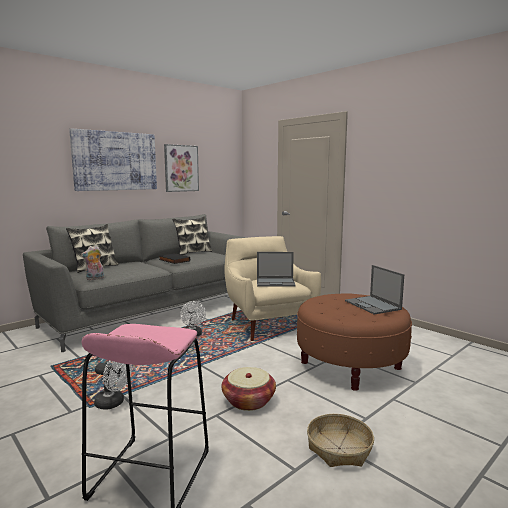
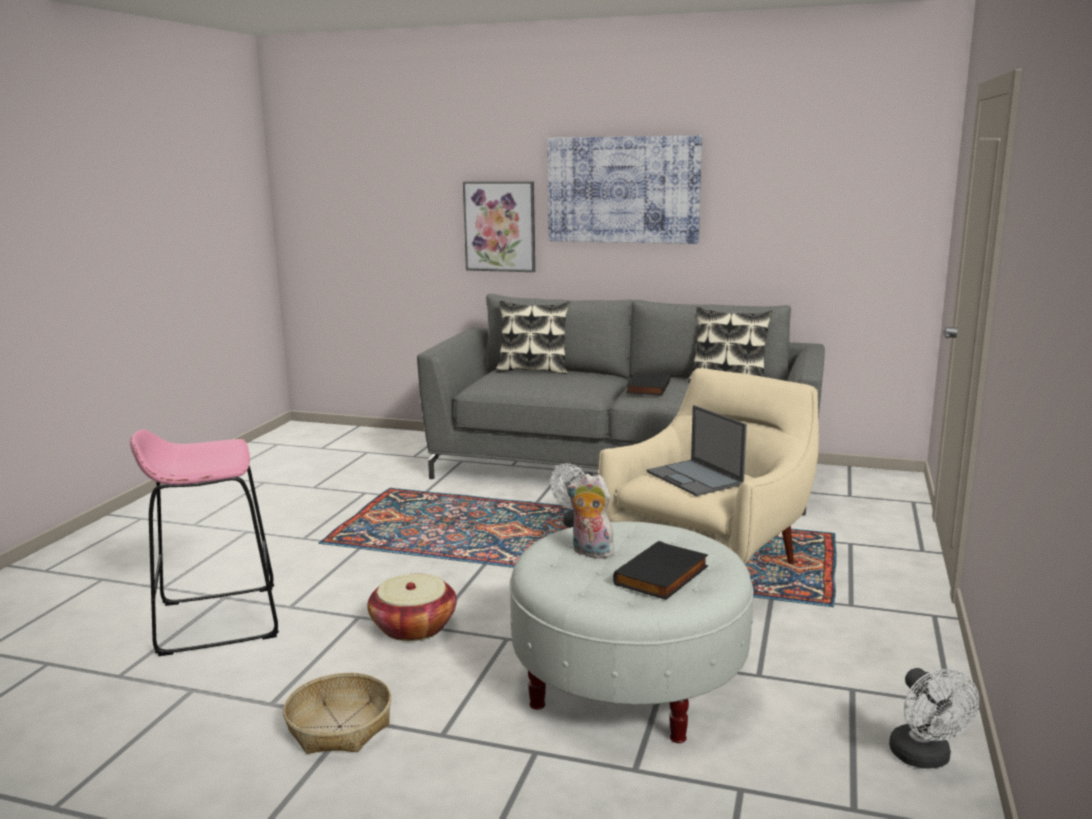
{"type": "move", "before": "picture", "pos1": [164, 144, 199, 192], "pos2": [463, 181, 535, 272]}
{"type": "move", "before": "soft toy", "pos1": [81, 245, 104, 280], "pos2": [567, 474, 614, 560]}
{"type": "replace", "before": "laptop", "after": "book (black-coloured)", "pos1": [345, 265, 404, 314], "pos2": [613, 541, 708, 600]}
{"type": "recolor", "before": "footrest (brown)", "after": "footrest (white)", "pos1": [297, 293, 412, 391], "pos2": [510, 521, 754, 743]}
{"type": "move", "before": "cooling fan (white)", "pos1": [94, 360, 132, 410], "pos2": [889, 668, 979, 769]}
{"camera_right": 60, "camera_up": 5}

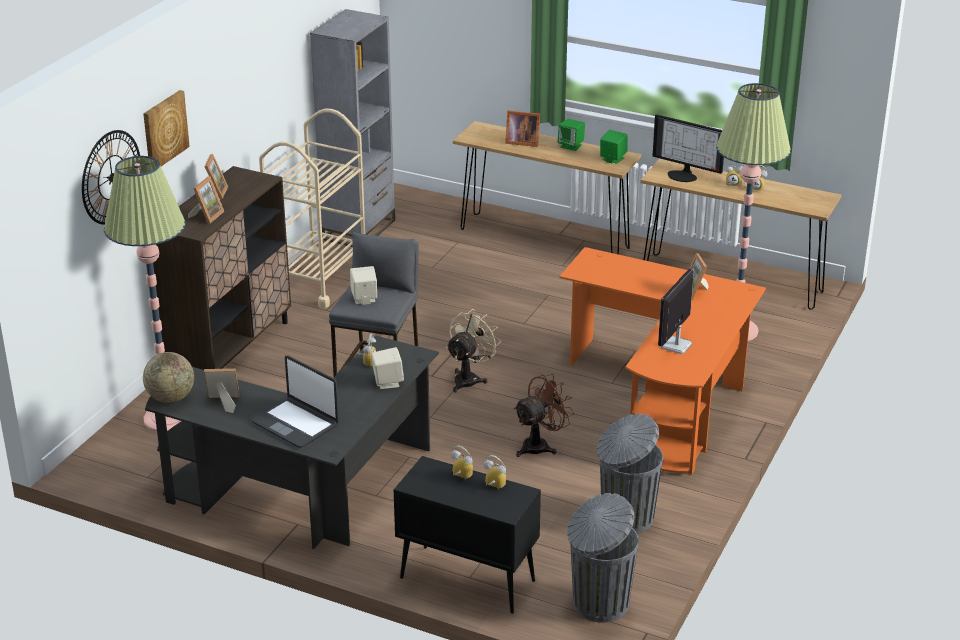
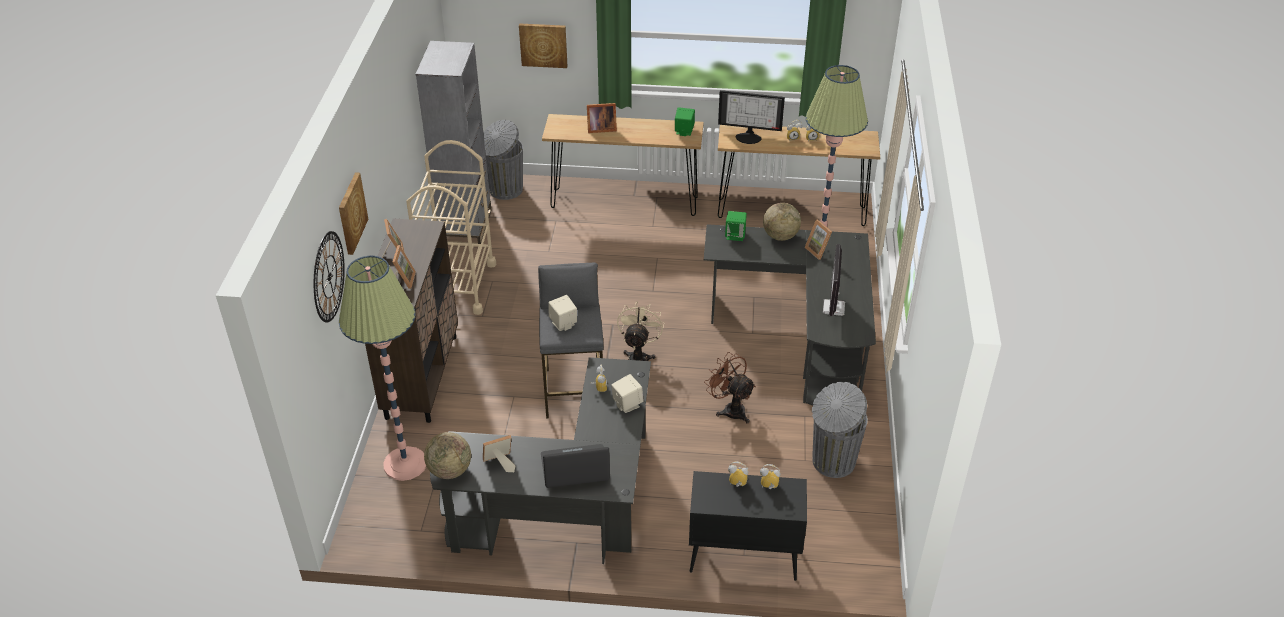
{"type": "move", "before": "audio speaker (greenish)", "pos1": [558, 119, 585, 151], "pos2": [725, 211, 747, 241]}
{"type": "recolor", "before": "desk unit (orangey)", "after": "desk unit (black-coloured)", "pos1": [559, 247, 766, 475], "pos2": [704, 224, 876, 406]}
{"type": "rotate", "before": "laptop", "pos1": [252, 356, 339, 448], "pos2": [541, 444, 610, 488], "turn": 150}
{"type": "rotate", "before": "cooling fan (brown)", "pos1": [514, 374, 574, 457], "pos2": [704, 352, 756, 424], "turn": -75}
{"type": "move", "before": "rubbish bin (gray)", "pos1": [567, 493, 639, 623], "pos2": [483, 120, 523, 200]}
{"type": "insert", "after": "picture", "pos2": [519, 23, 567, 68]}
{"type": "insert", "after": "globe", "pos2": [763, 203, 801, 241]}
{"camera_right": -20, "camera_up": 10}

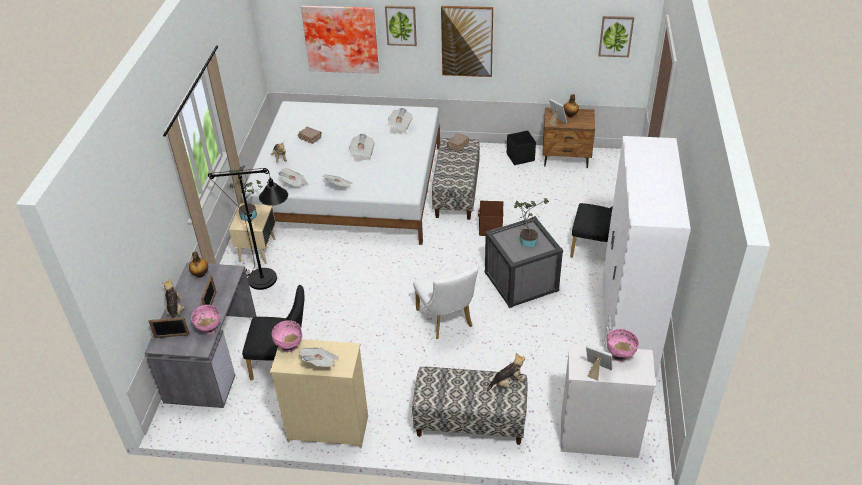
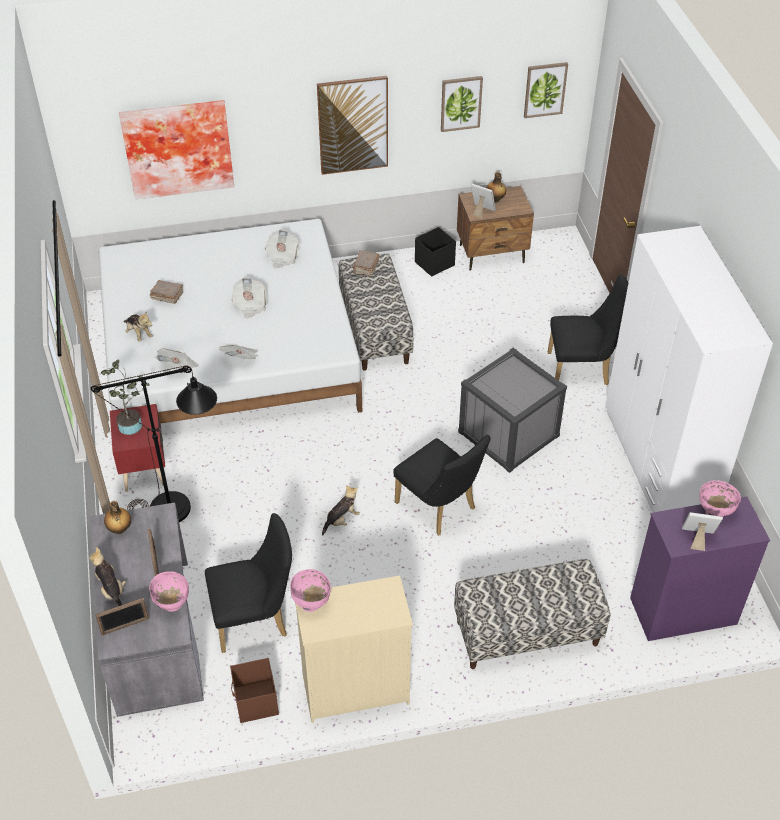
{"type": "move", "before": "picture", "pos1": [385, 5, 417, 46], "pos2": [441, 76, 483, 132]}
{"type": "delete", "before": "potted plant", "pos1": [514, 198, 549, 247]}
{"type": "move", "before": "storage box (brown)", "pos1": [478, 201, 503, 236], "pos2": [230, 658, 279, 723]}
{"type": "recolor", "before": "nightstand (beige)", "after": "nightstand (reddish)", "pos1": [229, 203, 276, 264], "pos2": [110, 404, 165, 492]}
{"type": "recolor", "before": "chair (white)", "after": "chair (black-coloured)", "pos1": [413, 266, 478, 339], "pos2": [393, 435, 491, 536]}
{"type": "recolor", "before": "dresser (white)", "after": "dresser (purplish)", "pos1": [561, 344, 656, 458], "pos2": [630, 497, 770, 641]}
{"type": "delete", "before": "daily paper", "pos1": [299, 347, 339, 367]}
{"type": "move", "before": "soft toy", "pos1": [487, 353, 525, 391], "pos2": [322, 485, 360, 535]}
{"camera_right": -20, "camera_up": 5}

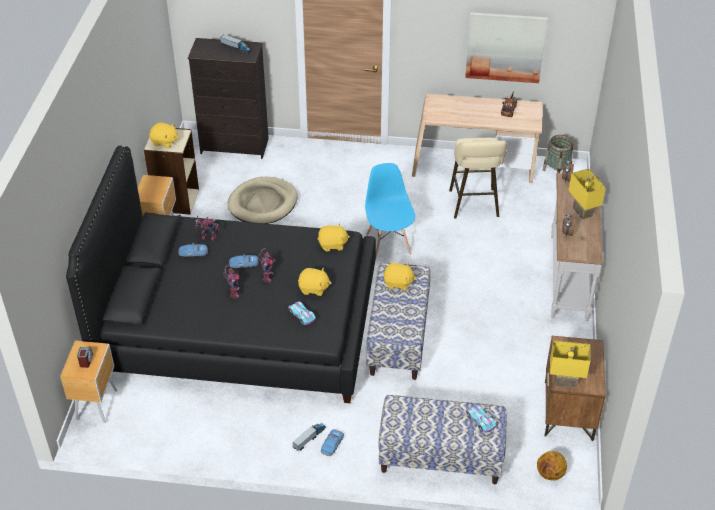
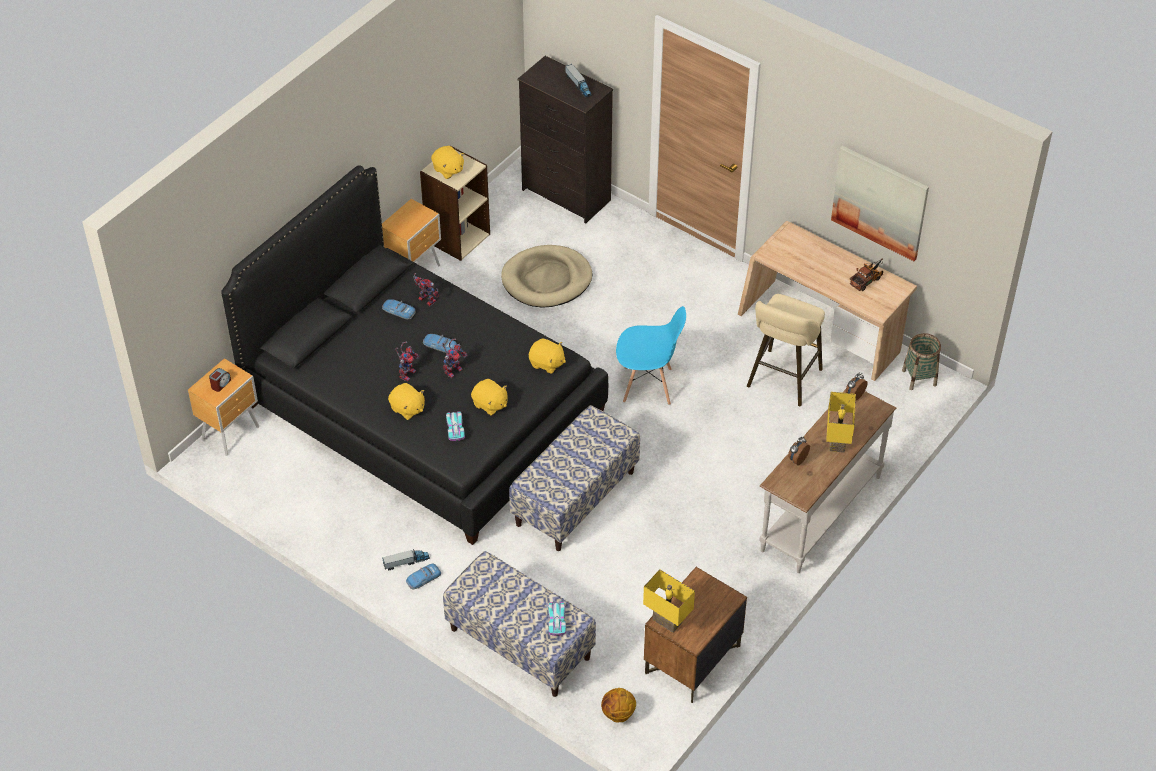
{"type": "rotate", "before": "chair (blue)", "pos1": [365, 163, 415, 257], "pos2": [616, 306, 686, 405], "turn": 75}
{"type": "move", "before": "soft toy (yellow)", "pos1": [383, 263, 416, 290], "pos2": [388, 383, 425, 420]}
{"camera_right": 30, "camera_up": 5}

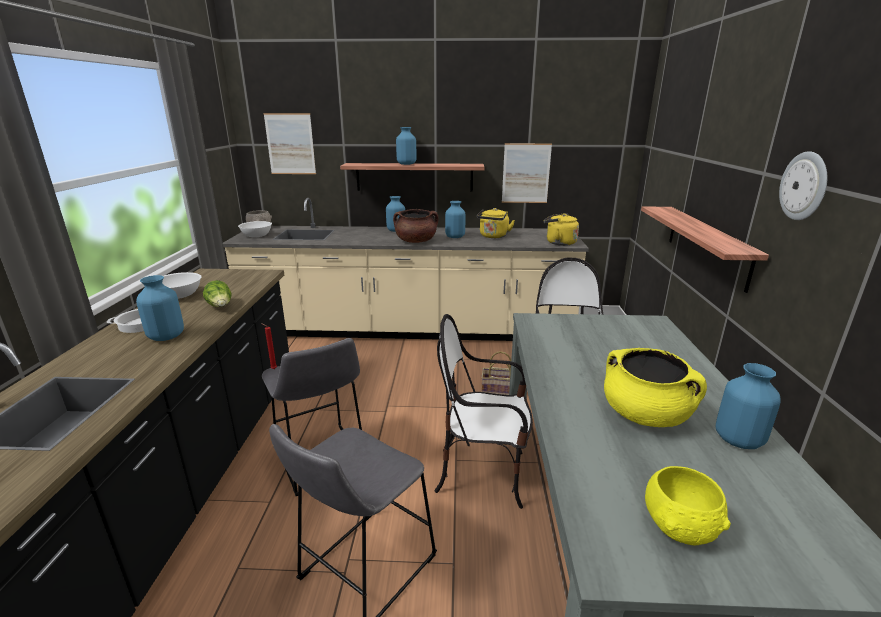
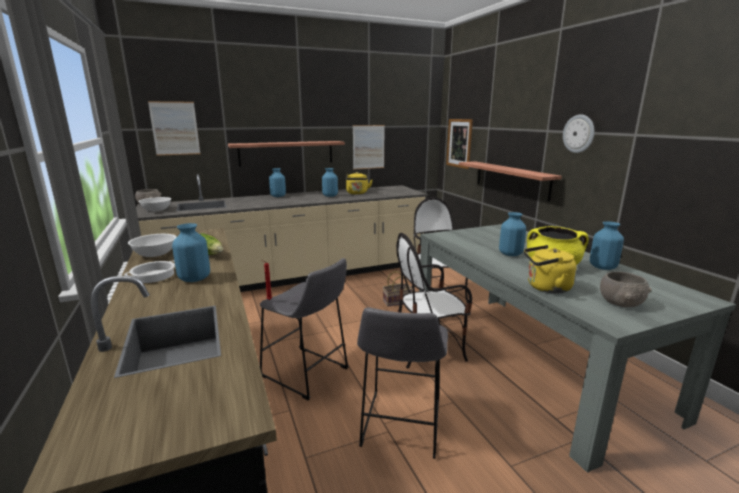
{"type": "move", "before": "decorative vase (blue)", "pos1": [396, 127, 416, 165], "pos2": [499, 212, 526, 256]}
{"type": "delete", "before": "saucepot (brown)", "pos1": [393, 209, 439, 243]}
{"type": "move", "before": "tea kettle (yellow)", "pos1": [543, 213, 579, 246], "pos2": [524, 245, 577, 294]}
{"type": "recolor", "before": "serving bowl (yellow)", "after": "serving bowl (gray)", "pos1": [645, 466, 731, 545], "pos2": [600, 271, 652, 307]}
{"type": "insert", "after": "picture", "pos2": [446, 119, 473, 169]}
{"camera_right": -25, "camera_up": -5}

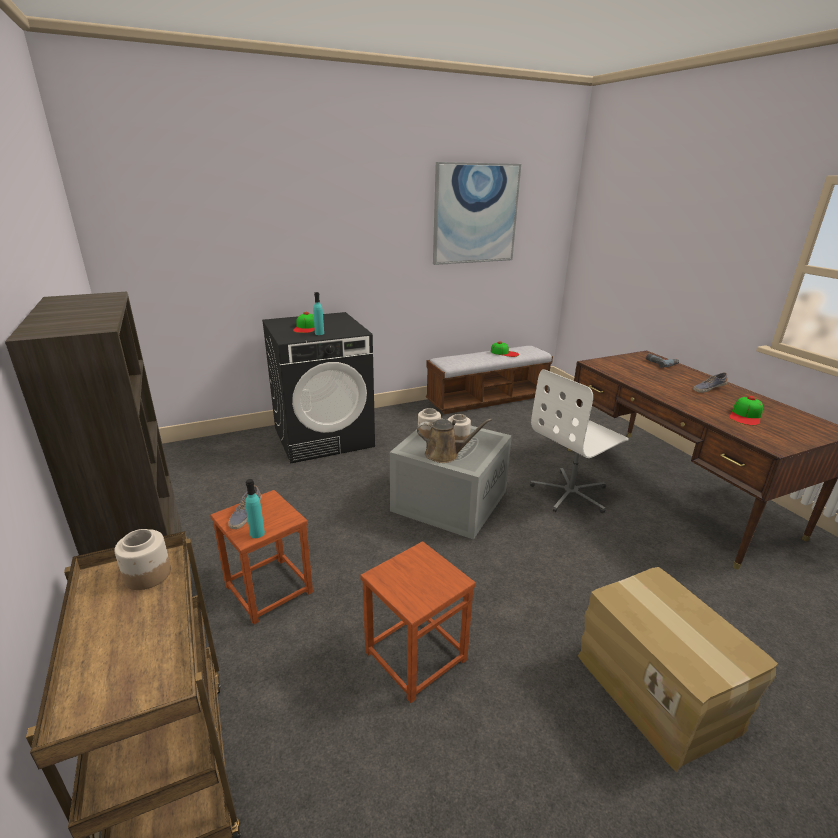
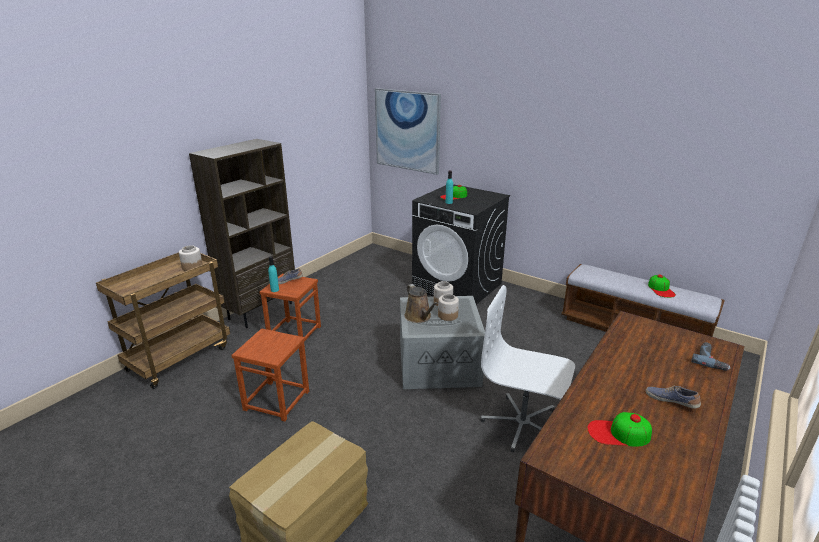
{"type": "move", "before": "picture", "pos1": [433, 162, 521, 265], "pos2": [375, 88, 441, 175]}
{"camera_right": 60, "camera_up": 0}

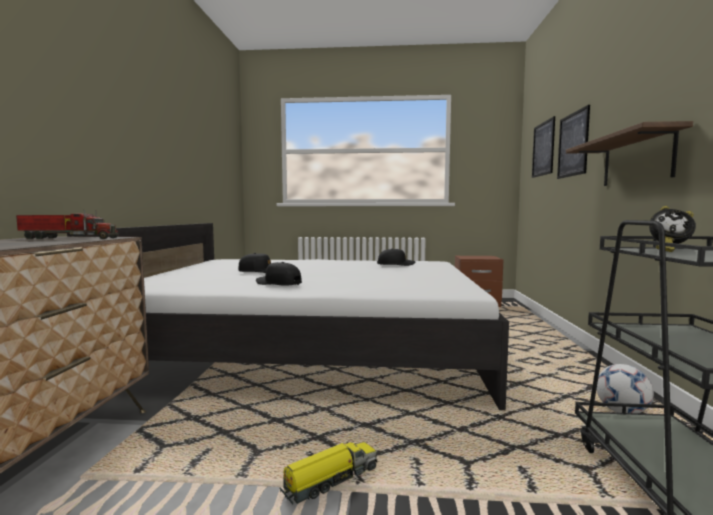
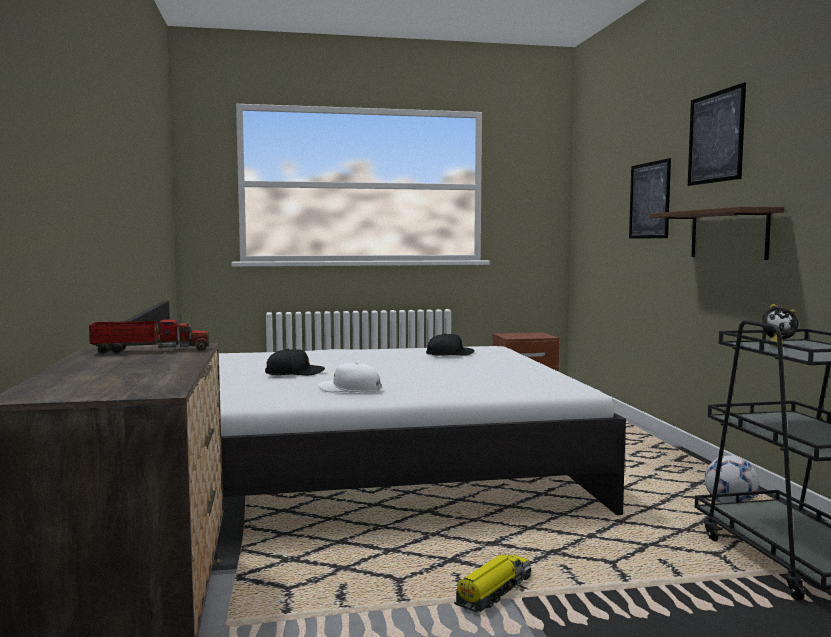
{"type": "move", "before": "picture", "pos1": [532, 116, 555, 178], "pos2": [688, 83, 746, 186]}
{"type": "recolor", "before": "baseball cap (black-coloured)", "after": "baseball cap (white)", "pos1": [256, 262, 302, 286], "pos2": [318, 362, 381, 392]}
{"camera_right": -15, "camera_up": 0}

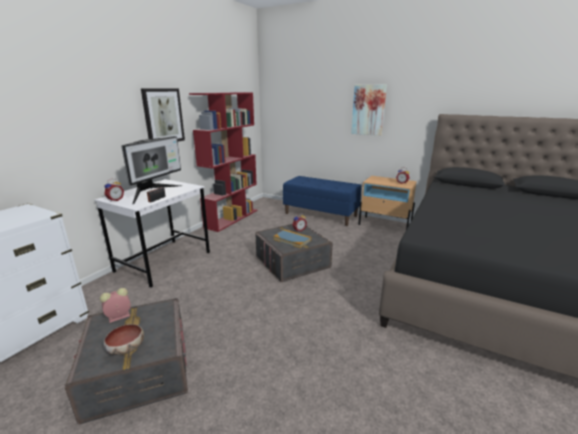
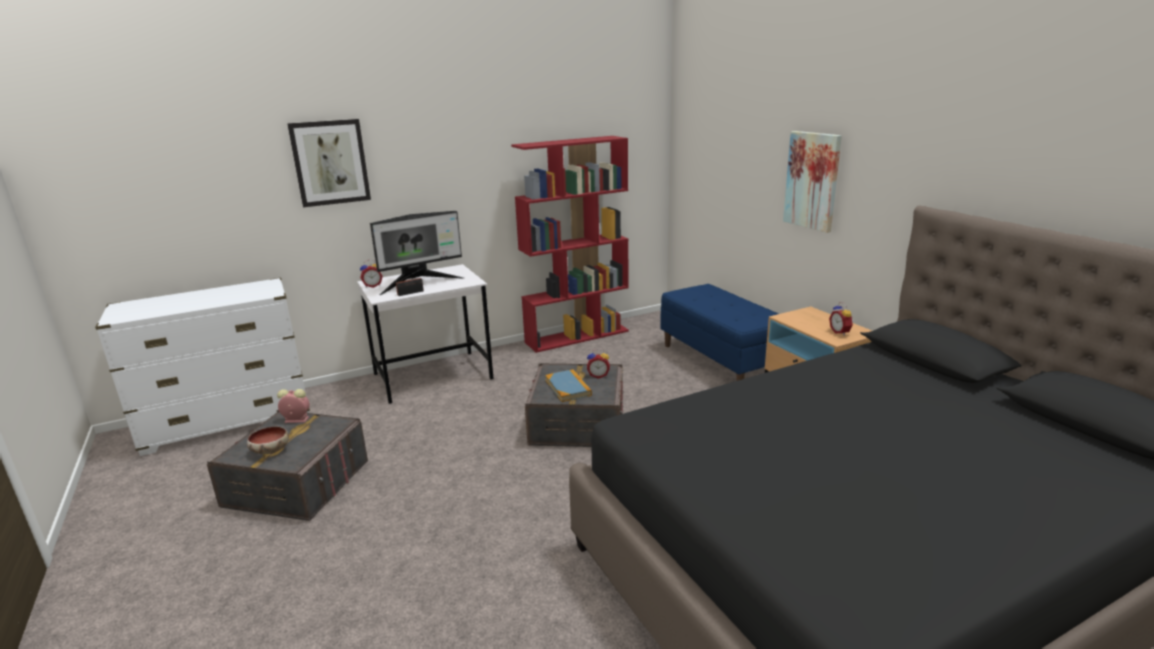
{"type": "move", "before": "picture", "pos1": [141, 88, 185, 141], "pos2": [287, 119, 371, 207]}
{"camera_right": 35, "camera_up": 0}

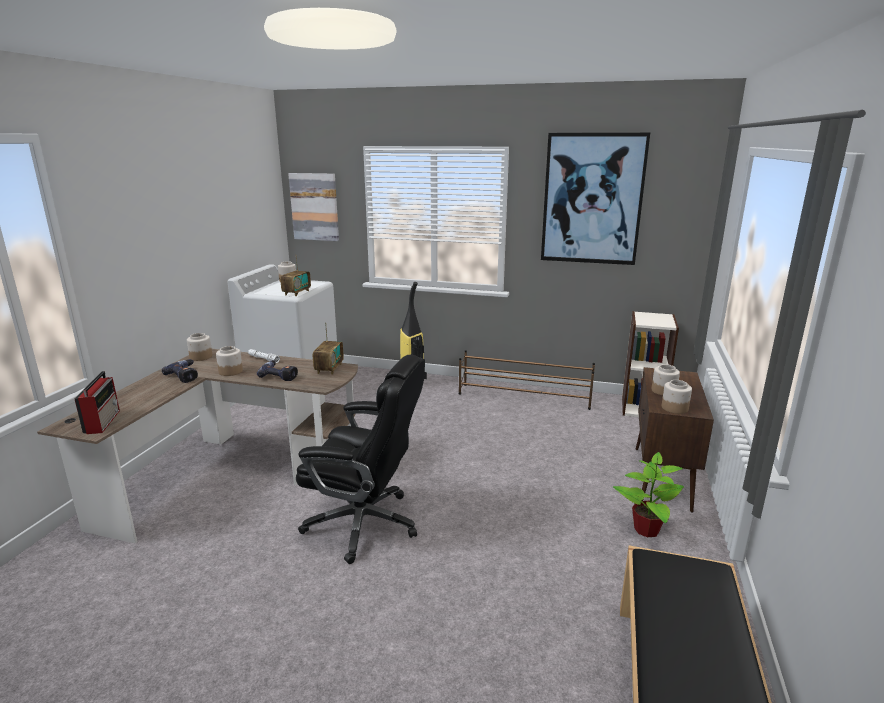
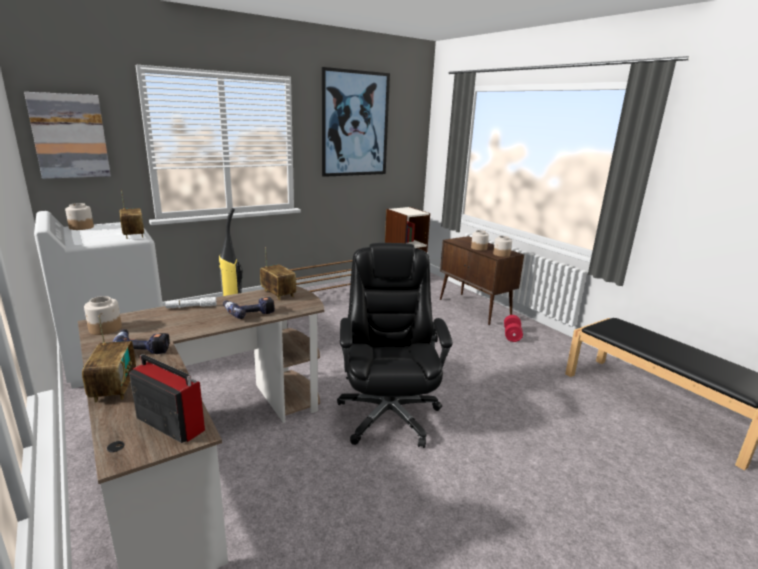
{"type": "delete", "before": "preserve jar", "pos1": [216, 346, 243, 376]}
{"type": "rotate", "before": "office chair (black-coloured)", "pos1": [296, 355, 425, 564], "pos2": [337, 243, 453, 448], "turn": -60}
{"type": "replace", "before": "potted plant", "after": "free weight (reddish)", "pos1": [613, 452, 684, 537], "pos2": [504, 315, 523, 342]}
{"type": "insert", "after": "radio", "pos2": [82, 315, 136, 403]}
{"camera_right": -50, "camera_up": 0}

